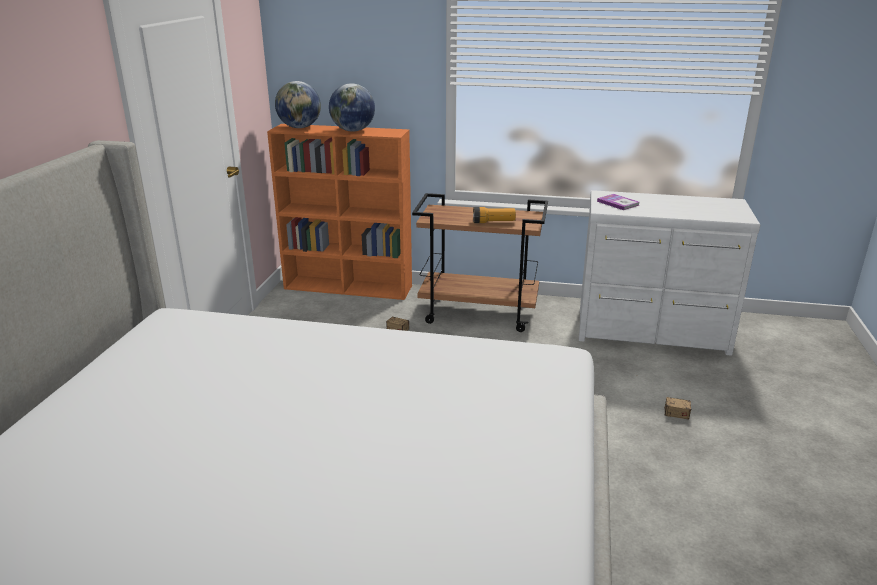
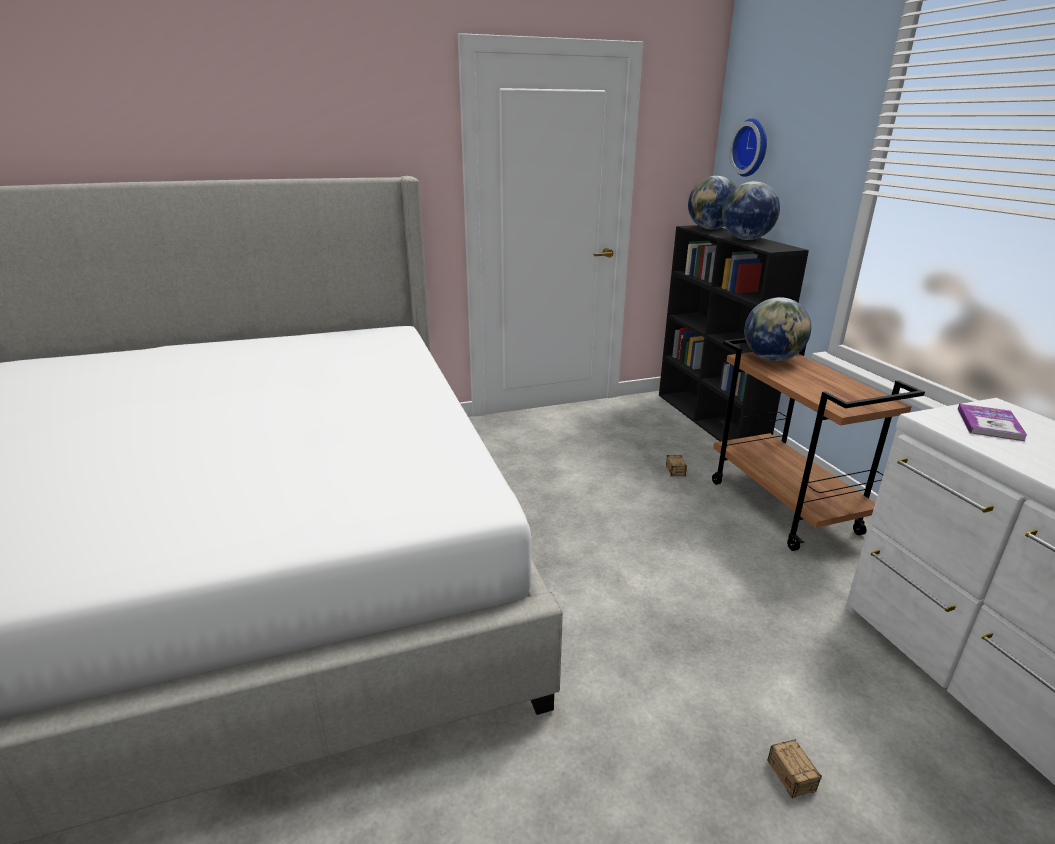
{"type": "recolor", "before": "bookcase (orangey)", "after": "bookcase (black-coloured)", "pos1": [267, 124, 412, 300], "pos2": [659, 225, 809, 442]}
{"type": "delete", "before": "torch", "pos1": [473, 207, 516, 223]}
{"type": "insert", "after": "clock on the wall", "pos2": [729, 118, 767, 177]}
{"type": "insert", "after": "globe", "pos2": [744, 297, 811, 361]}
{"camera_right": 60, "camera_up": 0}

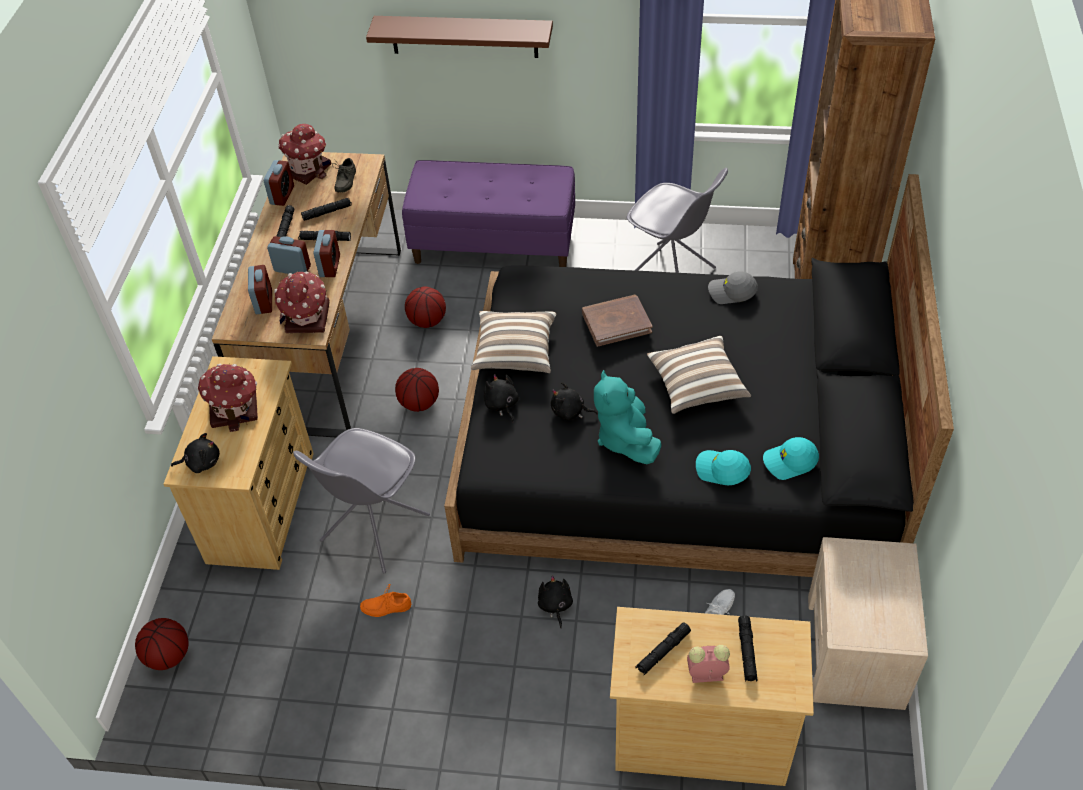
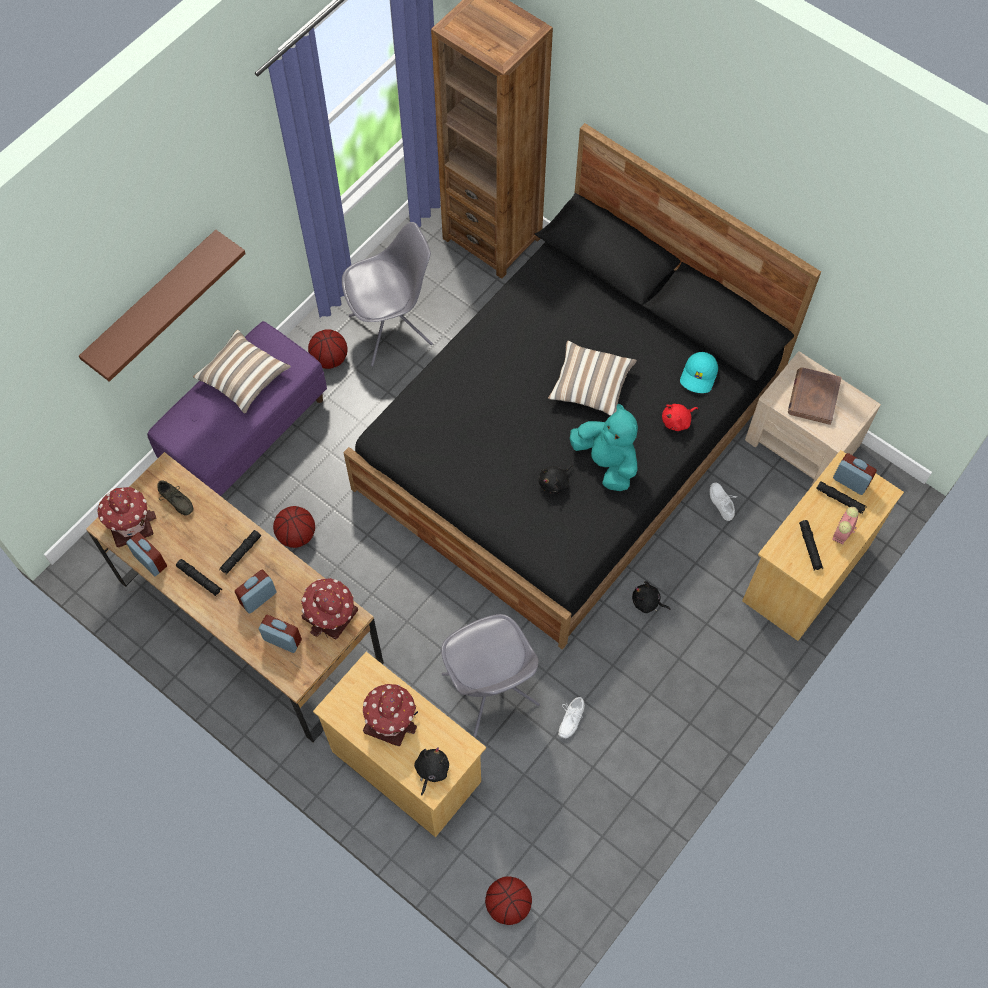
{"type": "delete", "before": "torch (black-coloured)", "pos1": [301, 198, 352, 221]}
{"type": "move", "before": "alarm clock", "pos1": [314, 230, 340, 277], "pos2": [833, 453, 877, 495]}
{"type": "delete", "before": "baseball cap (gray)", "pos1": [708, 271, 758, 304]}
{"type": "move", "before": "book (brown)", "pos1": [582, 295, 652, 347], "pos2": [788, 367, 842, 425]}
{"type": "move", "before": "throw pillow", "pos1": [471, 311, 556, 373], "pos2": [193, 330, 291, 413]}
{"type": "move", "before": "ball for basketball", "pos1": [395, 368, 439, 412], "pos2": [308, 329, 348, 369]}
{"type": "rotate", "before": "soft toy (blue-green)", "pos1": [594, 370, 661, 464], "pos2": [570, 404, 638, 491], "turn": -150}
{"type": "delete", "before": "soft toy (black-coloured)", "pos1": [484, 374, 519, 423]}
{"type": "replace", "before": "baseball cap (blue-green)", "after": "soft toy (reddish)", "pos1": [696, 450, 751, 485], "pos2": [662, 404, 698, 431]}
{"type": "recolor", "before": "low shoe (orangey)", "after": "low shoe (white)", "pos1": [360, 584, 412, 617], "pos2": [558, 697, 585, 739]}
{"camera_right": -60, "camera_up": 15}

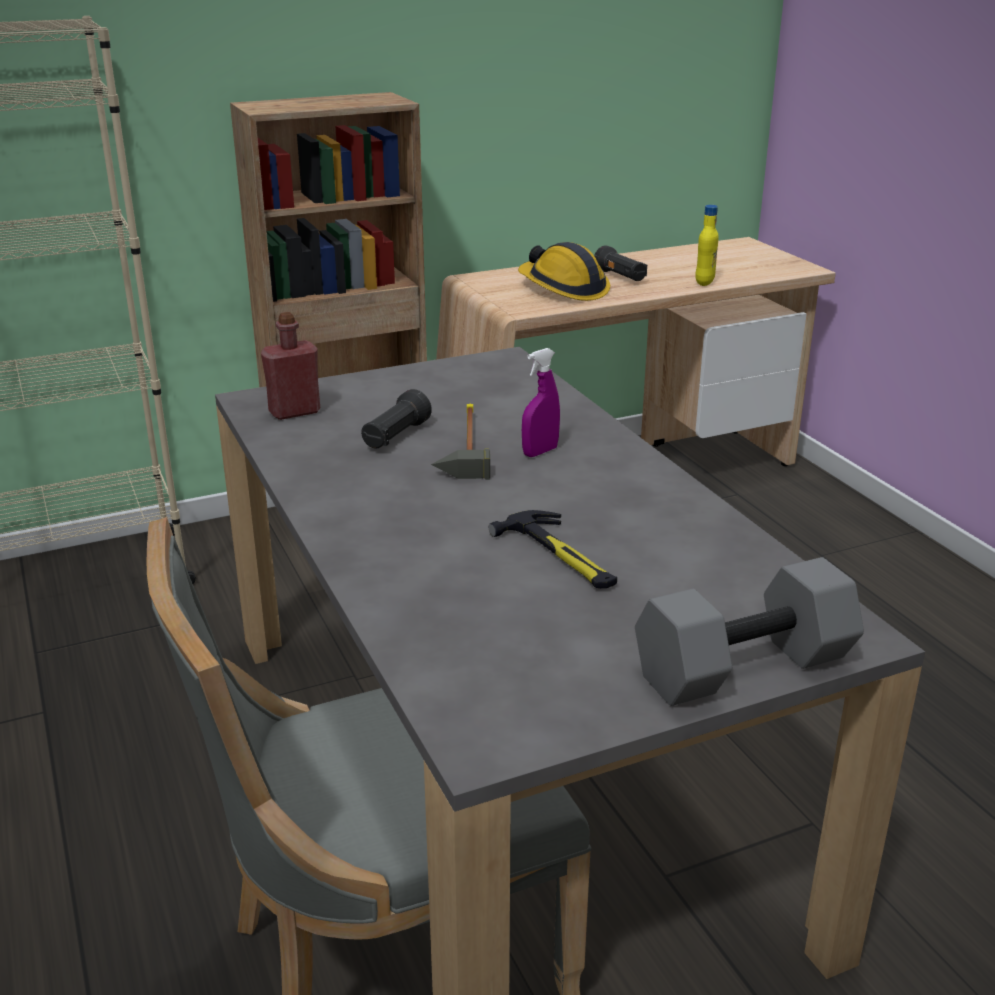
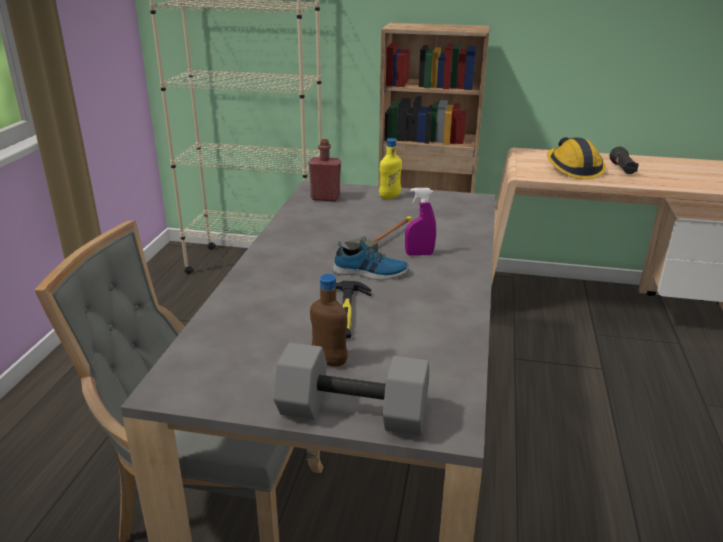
{"type": "move", "before": "drink bottle (yellow)", "pos1": [695, 205, 719, 286], "pos2": [379, 138, 402, 200]}
{"type": "delete", "before": "torch (black-coloured)", "pos1": [361, 389, 432, 449]}
{"type": "insert", "after": "low shoe", "pos2": [333, 236, 409, 280]}
{"type": "insert", "after": "drink bottle (brown)", "pos2": [310, 274, 348, 367]}
{"camera_right": 35, "camera_up": 0}

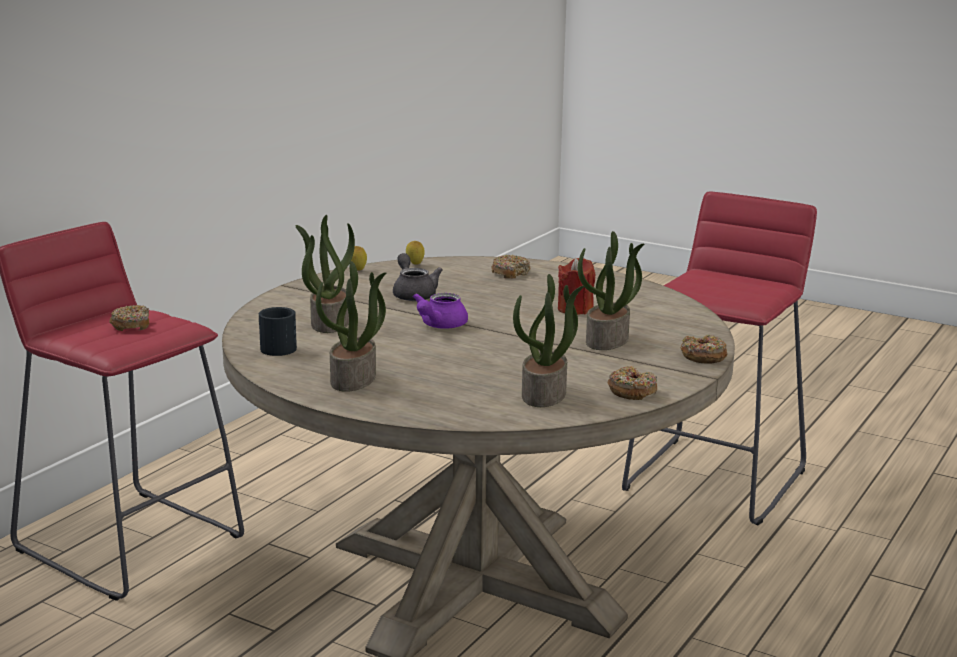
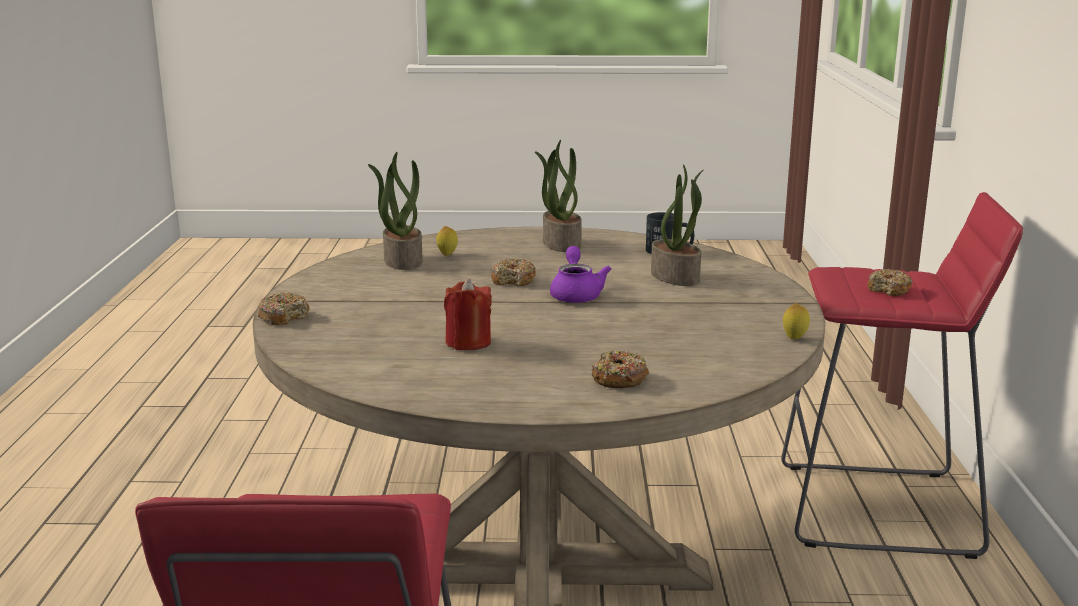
{"type": "delete", "before": "potted plant", "pos1": [578, 231, 644, 350]}
{"type": "move", "before": "whole lemon", "pos1": [406, 241, 425, 265], "pos2": [437, 226, 458, 256]}
{"type": "delete", "before": "pot for tea (gray)", "pos1": [393, 253, 443, 301]}
{"type": "move", "before": "doughnut", "pos1": [608, 366, 657, 400], "pos2": [491, 258, 536, 286]}
{"camera_right": 150, "camera_up": 0}

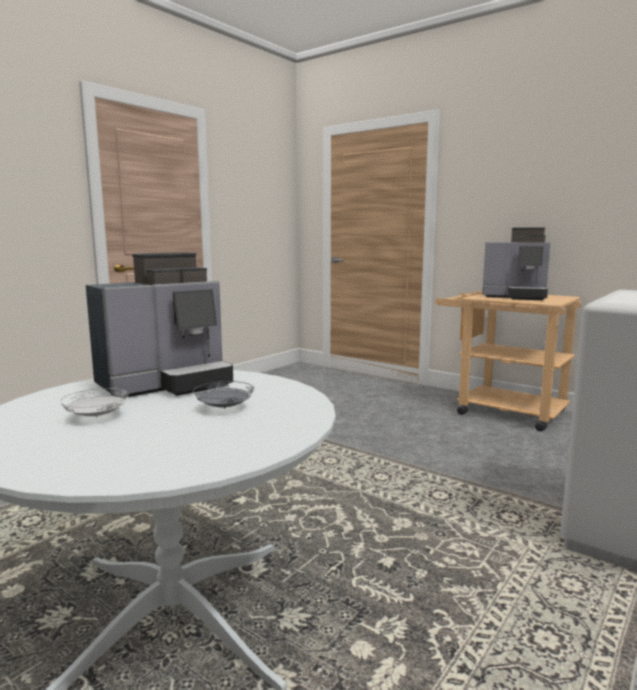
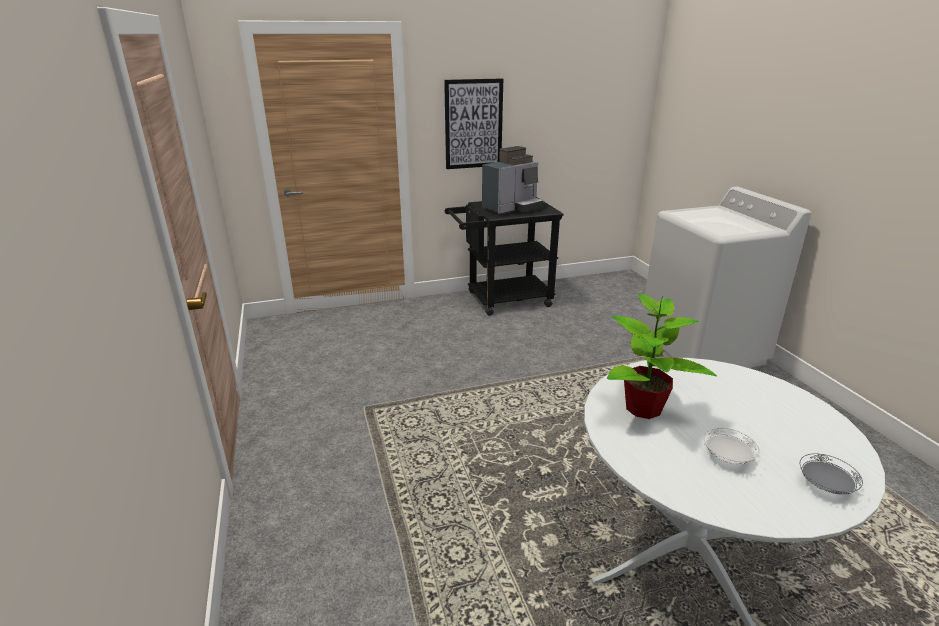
{"type": "replace", "before": "coffee machine", "after": "potted plant", "pos1": [86, 252, 233, 398], "pos2": [607, 293, 717, 419]}
{"type": "recolor", "before": "trolley (beige)", "after": "trolley (black-coloured)", "pos1": [435, 291, 581, 431], "pos2": [445, 197, 564, 316]}
{"type": "move", "before": "flat dish (gray)", "pos1": [193, 381, 254, 409], "pos2": [800, 453, 863, 495]}
{"type": "insert", "after": "picture", "pos2": [444, 78, 503, 169]}
{"camera_right": -55, "camera_up": 15}

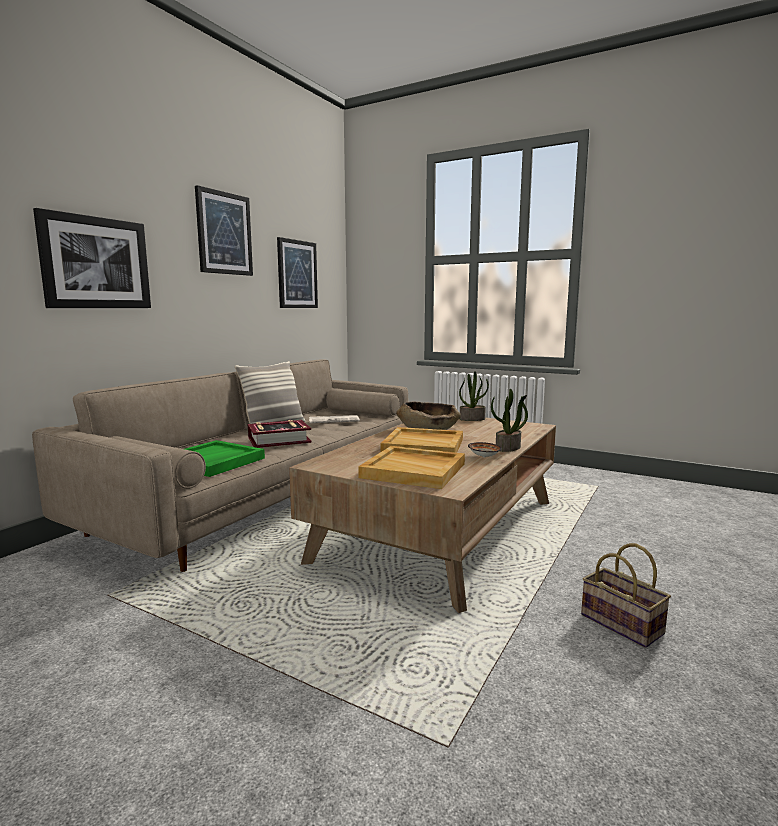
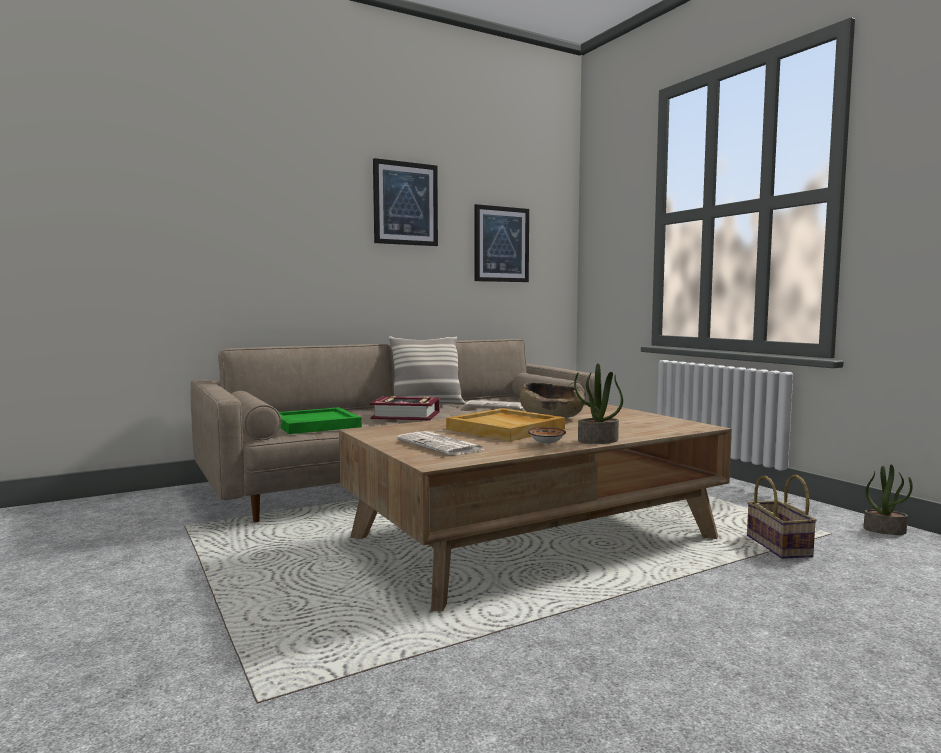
{"type": "delete", "before": "picture", "pos1": [33, 208, 151, 308]}
{"type": "move", "before": "potted plant", "pos1": [459, 371, 489, 421], "pos2": [864, 464, 913, 535]}
{"type": "replace", "before": "carrying tray (beige)", "after": "daily paper", "pos1": [358, 446, 465, 489], "pos2": [397, 431, 485, 455]}
{"type": "move", "before": "basket", "pos1": [581, 543, 671, 648], "pos2": [747, 475, 817, 559]}
{"camera_right": 30, "camera_up": -5}

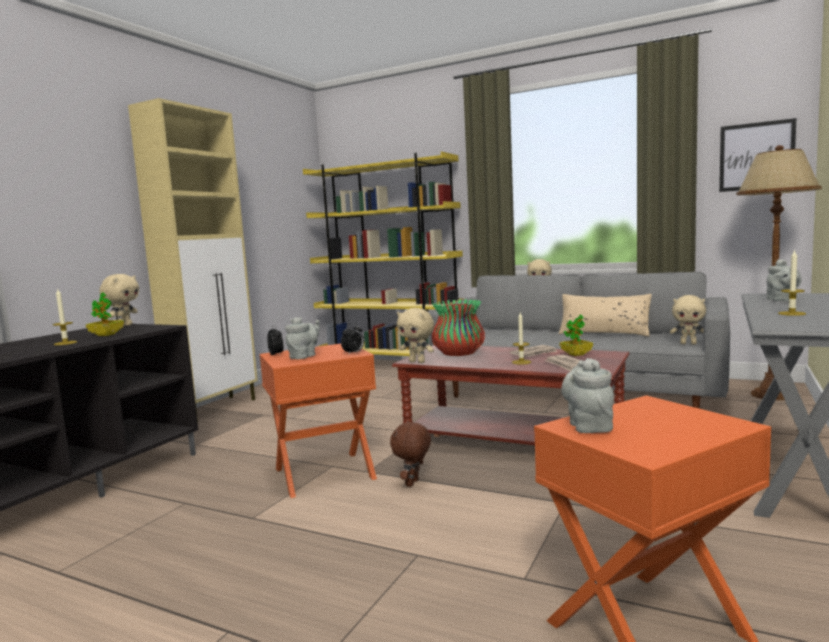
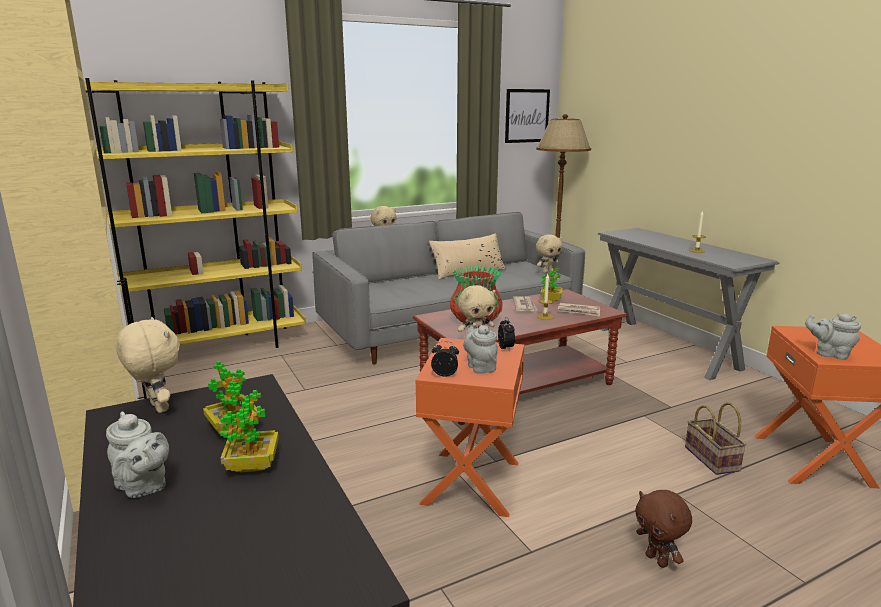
{"type": "move", "before": "pot for tea (gray)", "pos1": [766, 259, 802, 301], "pos2": [106, 411, 169, 498]}
{"type": "replace", "before": "candle", "after": "potted plant", "pos1": [53, 289, 77, 345], "pos2": [220, 390, 279, 472]}
{"type": "move", "before": "soft toy (brown)", "pos1": [390, 421, 431, 487], "pos2": [635, 490, 692, 568]}
{"type": "insert", "after": "basket", "pos2": [685, 402, 747, 475]}
{"camera_right": -55, "camera_up": 10}

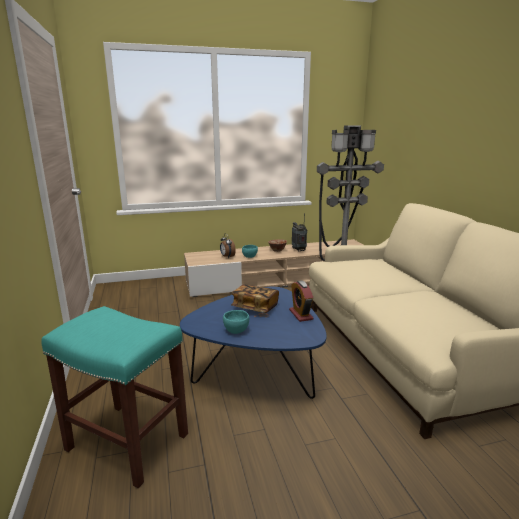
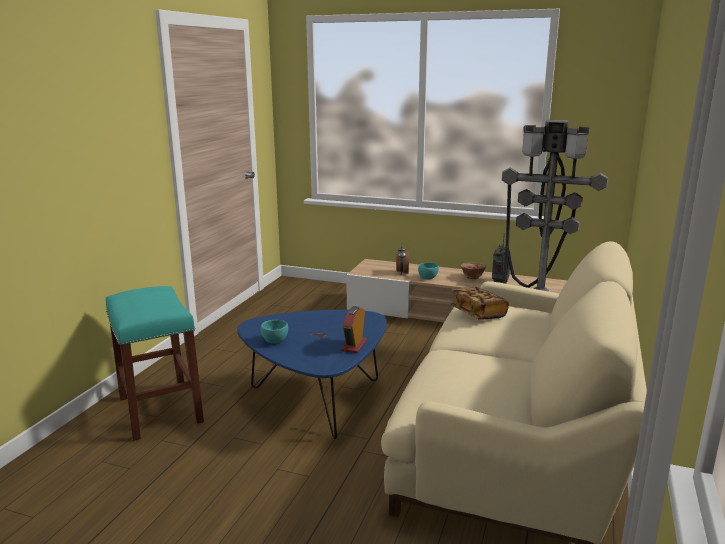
{"type": "move", "before": "book", "pos1": [231, 284, 279, 313], "pos2": [451, 287, 509, 320]}
{"camera_right": 35, "camera_up": 0}

